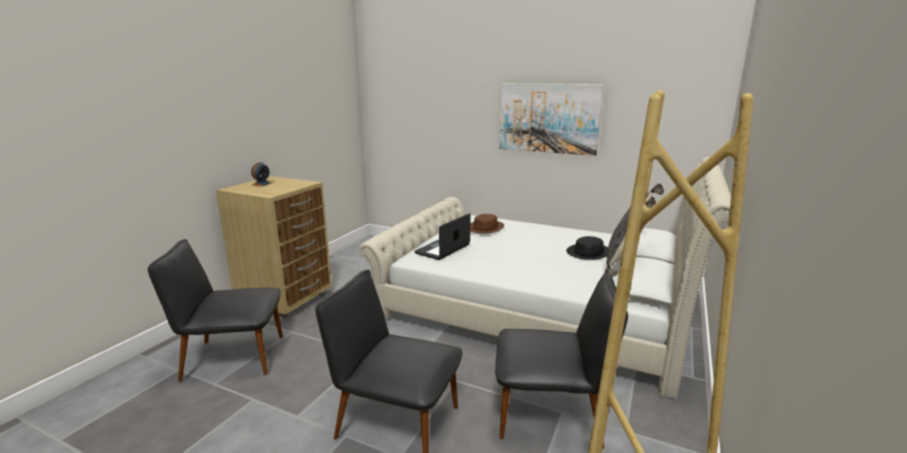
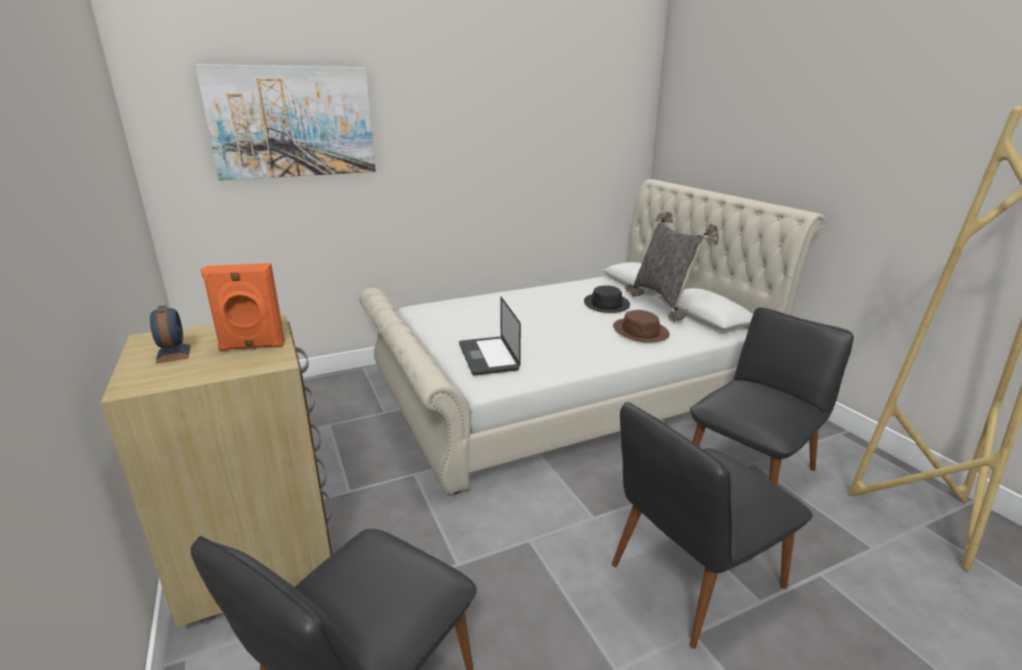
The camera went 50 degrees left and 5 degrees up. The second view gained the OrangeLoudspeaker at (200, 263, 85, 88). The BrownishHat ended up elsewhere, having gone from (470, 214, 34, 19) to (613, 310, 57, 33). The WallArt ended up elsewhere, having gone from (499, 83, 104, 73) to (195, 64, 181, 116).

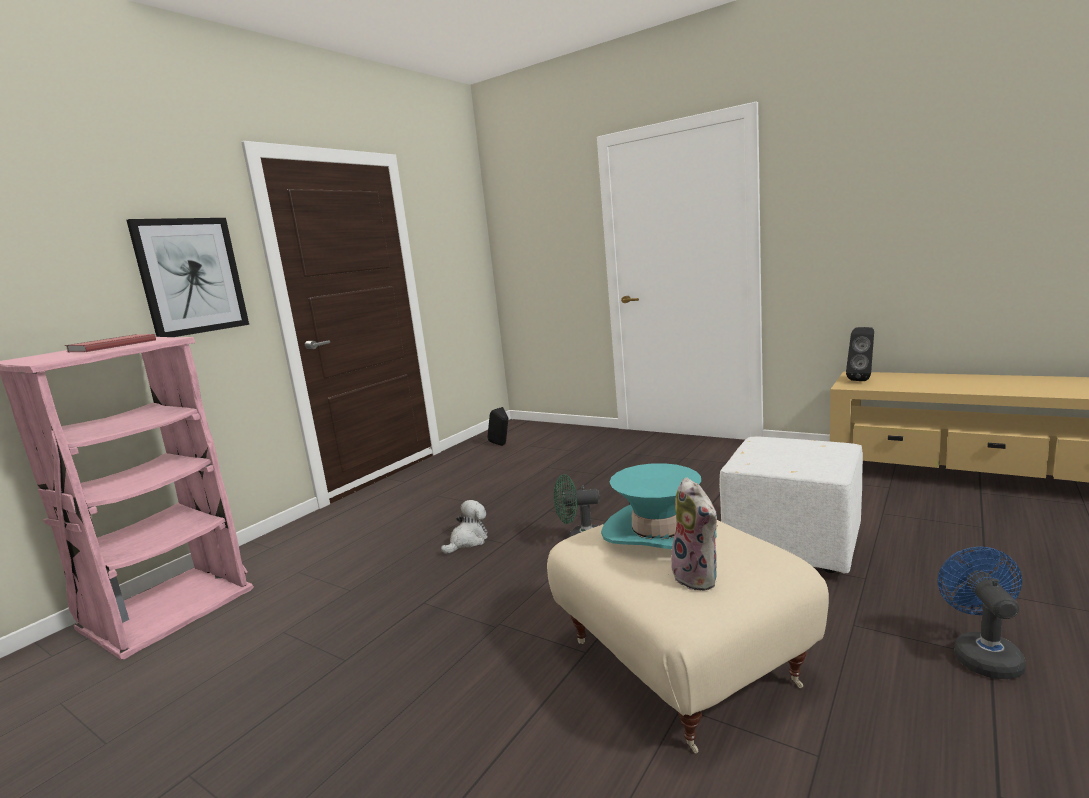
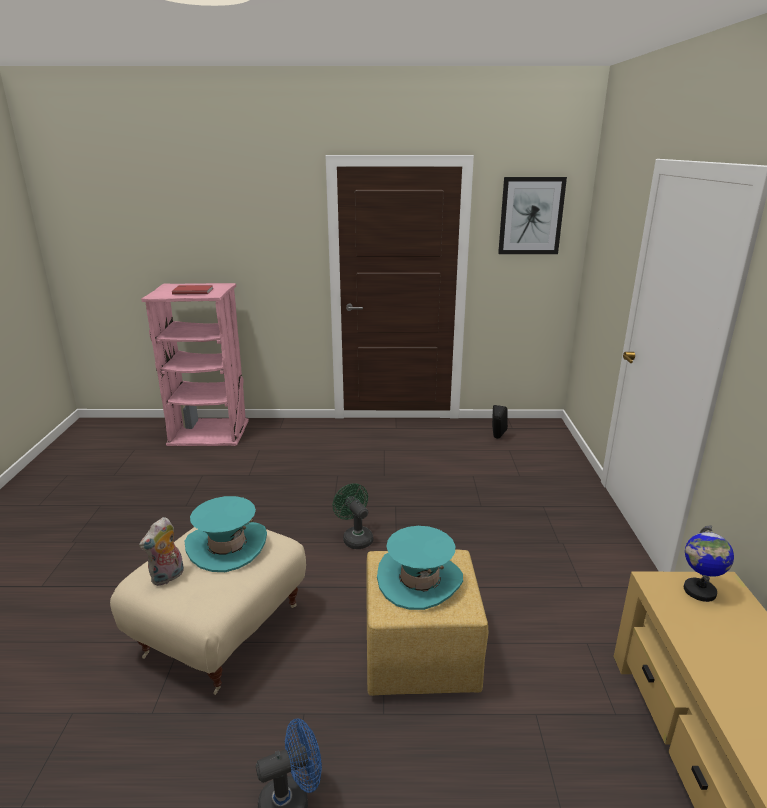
The camera went 55 degrees right and 10 degrees up. The second view lost the SoftToy at (441, 500, 47, 54). The second view gained the TurquoiseColouredHat at (377, 526, 86, 84). The WallArt ended up elsewhere, having gone from (126, 218, 123, 119) to (498, 177, 69, 77). Where the BlackLoudspeaker stood at (846, 327, 28, 54), the Globe came to stand at (684, 525, 50, 77). What was the WhiteColouredFootrest at (719, 437, 144, 136) turned into the YellowFootrest at (366, 549, 122, 147).

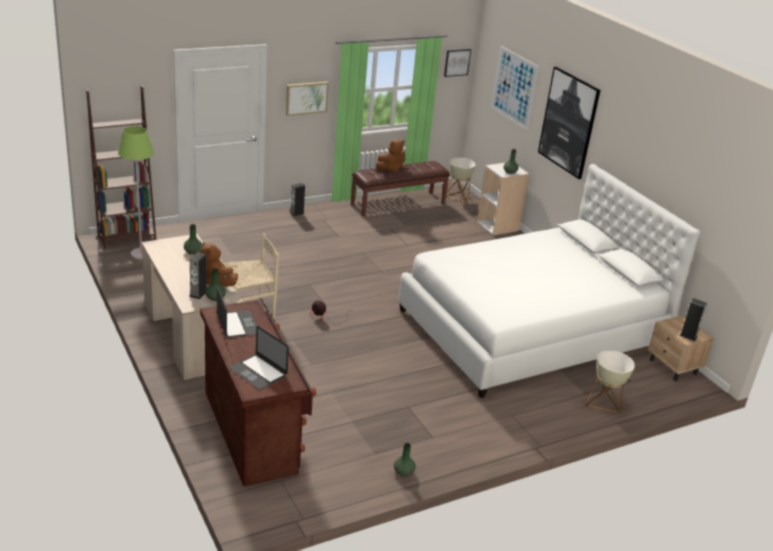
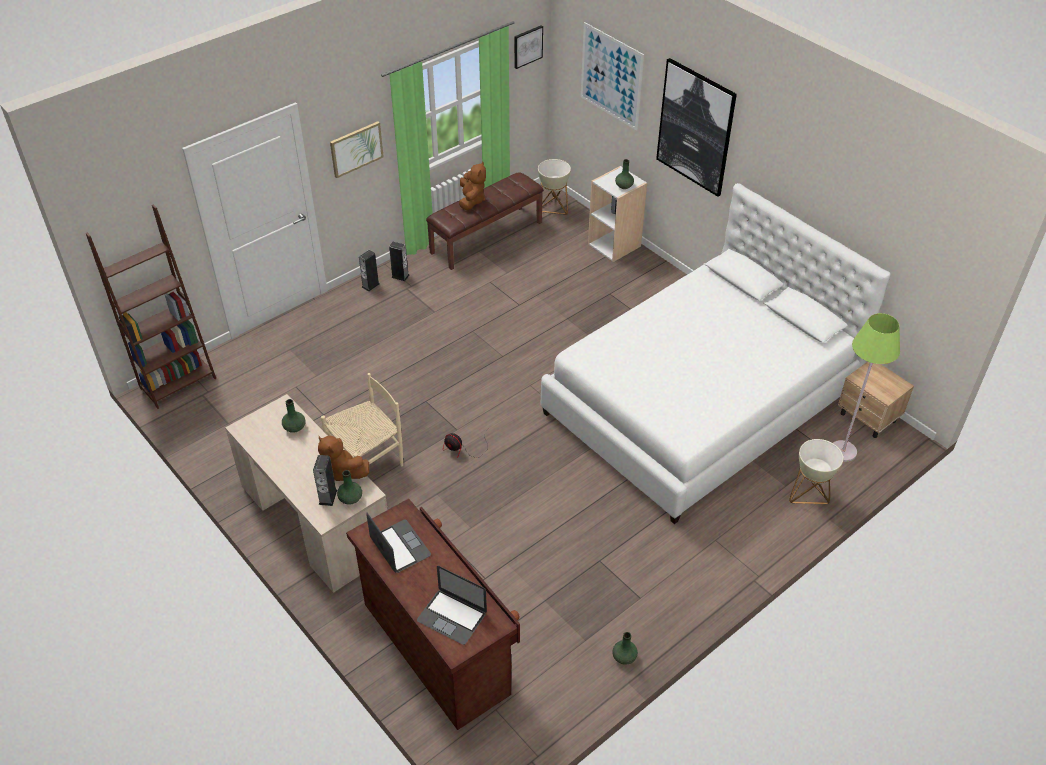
The camera went 10 degrees left and 15 degrees up. The GreenishStandardLamp ended up elsewhere, having gone from (118, 126, 36, 133) to (833, 313, 67, 149). The Loudspeaker ended up elsewhere, having gone from (680, 298, 27, 43) to (389, 242, 20, 39). The BrownishSoftToy at (376, 140, 29, 33) ended up facing another way, 45 degrees counterclockwise from before.

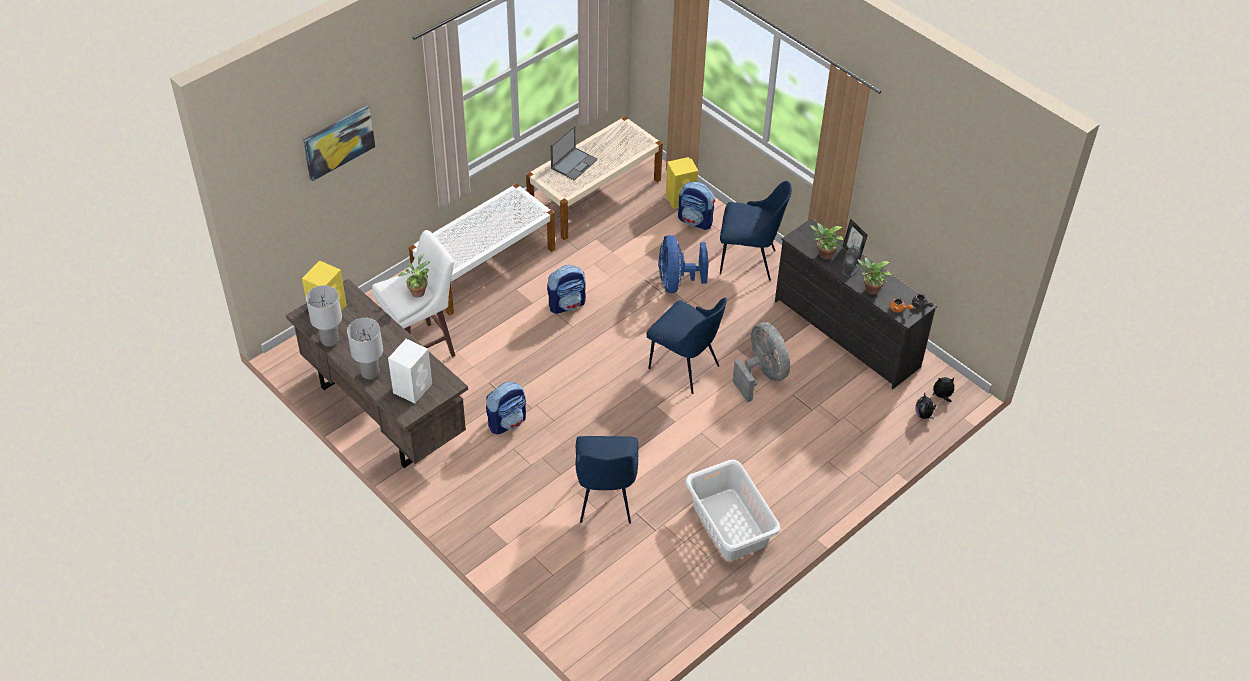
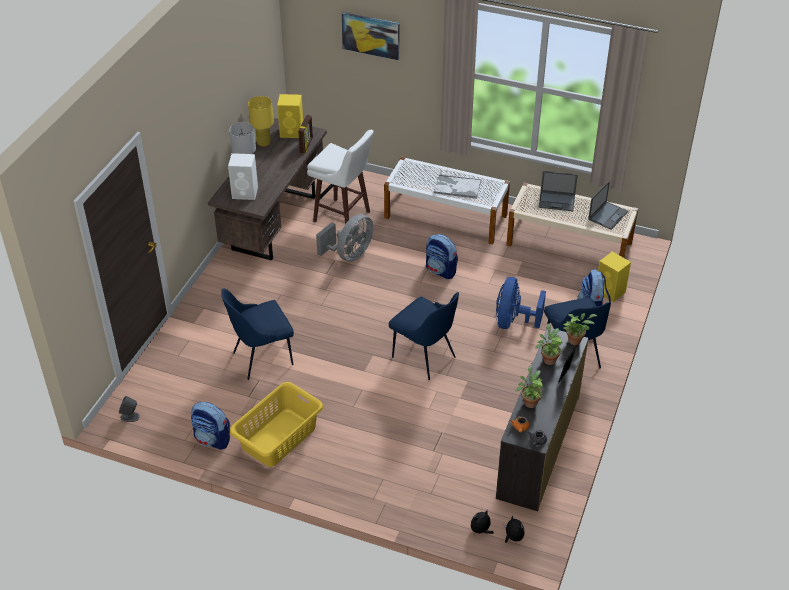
The camera went 65 degrees right and 5 degrees down. The second view gained the StandingFrame at (298, 115, 15, 39). The second view gained the Tray at (433, 175, 48, 24). The second view gained the PortableComputer at (588, 181, 40, 48). The PlantInAPot ended up elsewhere, having gone from (398, 254, 32, 43) to (563, 313, 34, 32). The Rucksack ended up elsewhere, having gone from (486, 382, 40, 52) to (191, 402, 39, 48). The GrayFan ended up elsewhere, having gone from (732, 322, 58, 80) to (316, 214, 58, 48). The GrayLoudspeaker ended up elsewhere, having gone from (842, 246, 19, 31) to (119, 396, 20, 26). What was the GrayTableLamp at (306, 285, 36, 62) turned into the YellowTableLamp at (248, 96, 26, 51). What was the WhiteColouredWashingBasket at (685, 460, 96, 100) turned into the YellowWashingBasket at (230, 382, 93, 85). The BlueChair at (647, 298, 80, 96) ended up facing another way, 60 degrees counterclockwise from before. The BlueFan at (658, 235, 51, 58) ended up facing another way, 45 degrees counterclockwise from before.

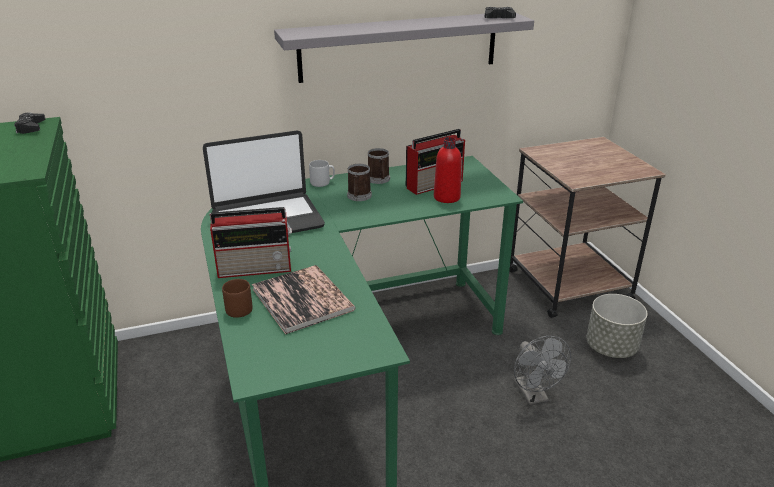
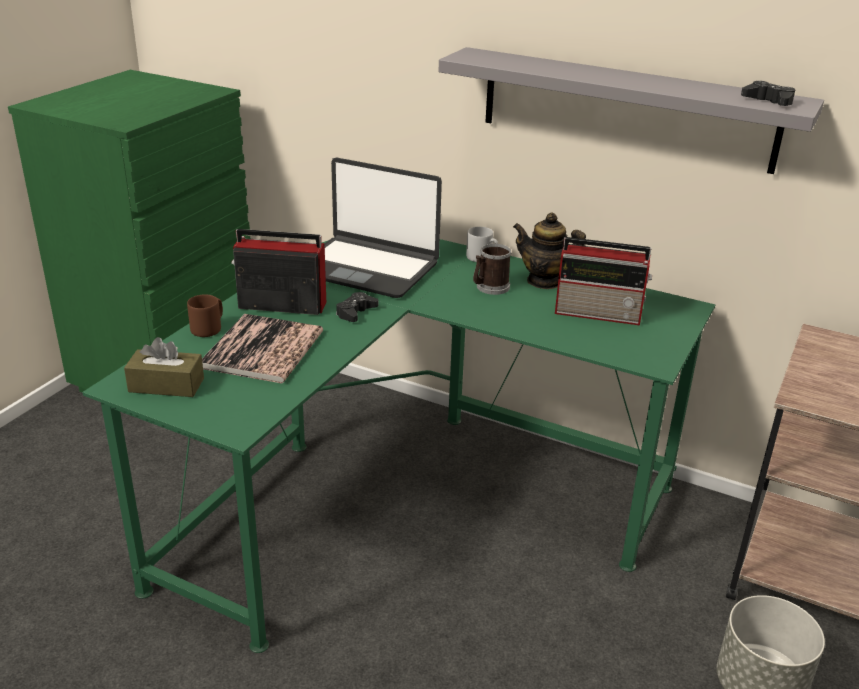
The camera went 45 degrees right and 0 degrees up. The second view lost the ReddishDrinkBottle at (434, 137, 27, 66). The second view lost the GrayFan at (514, 336, 57, 69). The second view gained the BrownishTissueHolder at (124, 337, 80, 60). The BlackJoypad ended up elsewhere, having gone from (14, 112, 32, 22) to (336, 292, 43, 30). Where the TeaMug stood at (368, 148, 22, 36), the PotForTea came to stand at (513, 213, 73, 76). The RadioSet at (210, 207, 82, 71) ended up facing another way, 150 degrees clockwise from before.

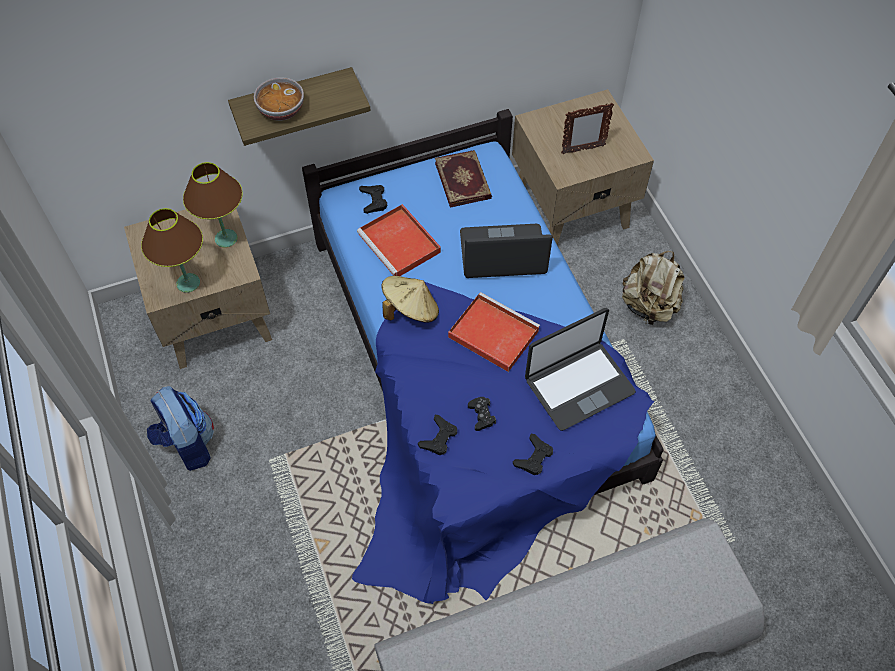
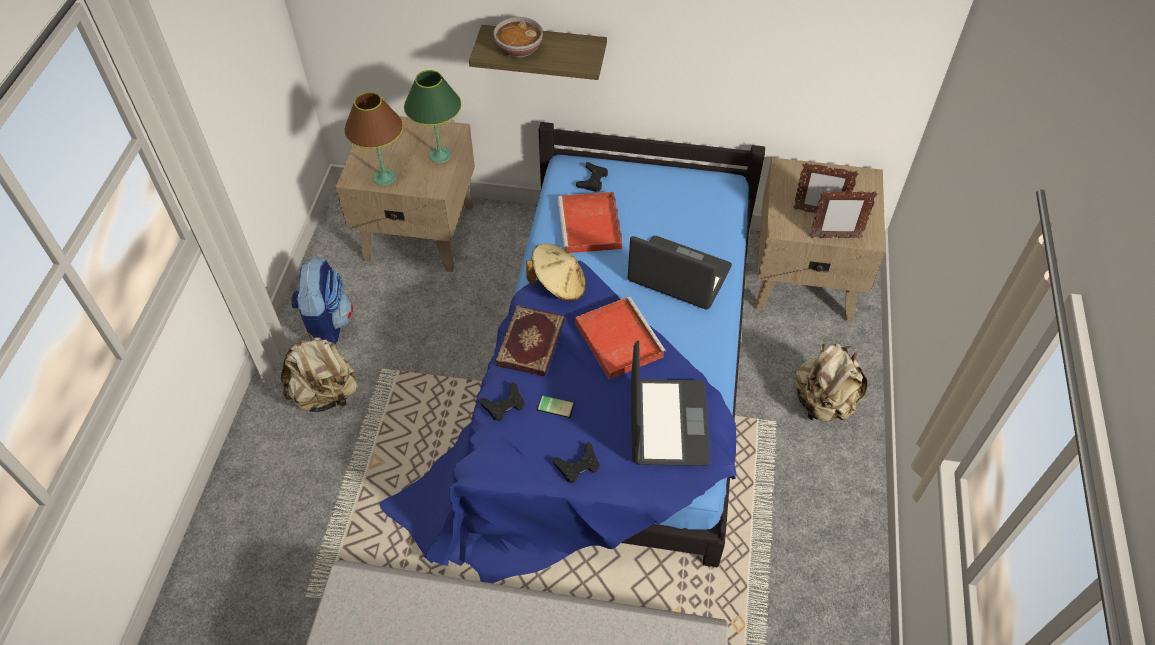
The camera went 30 degrees right and 5 degrees down. The second view gained the BeigeRucksack at (281, 331, 76, 81). The second view gained the StandingFrame at (810, 190, 68, 49). The Book ended up elsewhere, having gone from (435, 150, 57, 58) to (495, 305, 70, 71). Where the BlackJoypad stood at (468, 397, 28, 34), the Telephone came to stand at (537, 395, 38, 23). What was the BrownishTableLamp at (183, 162, 60, 86) turned into the GreenishTableLamp at (404, 70, 58, 93). The PortableComputer at (525, 308, 111, 123) ended up facing another way, 90 degrees counterclockwise from before.

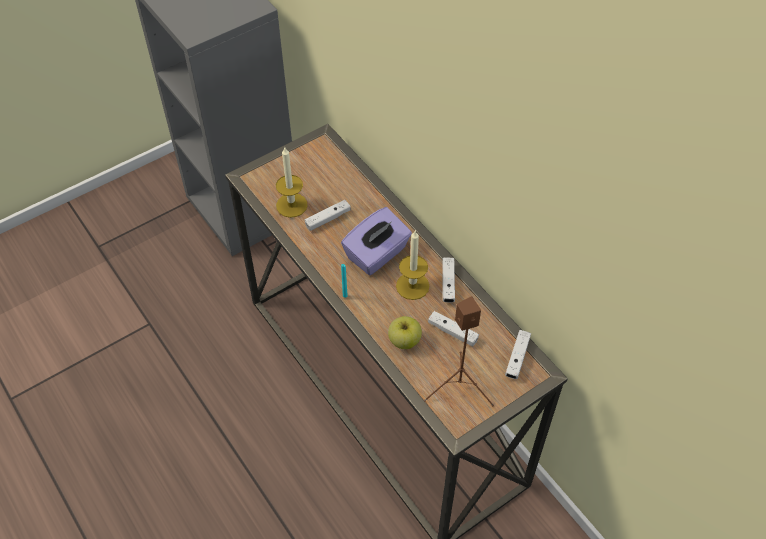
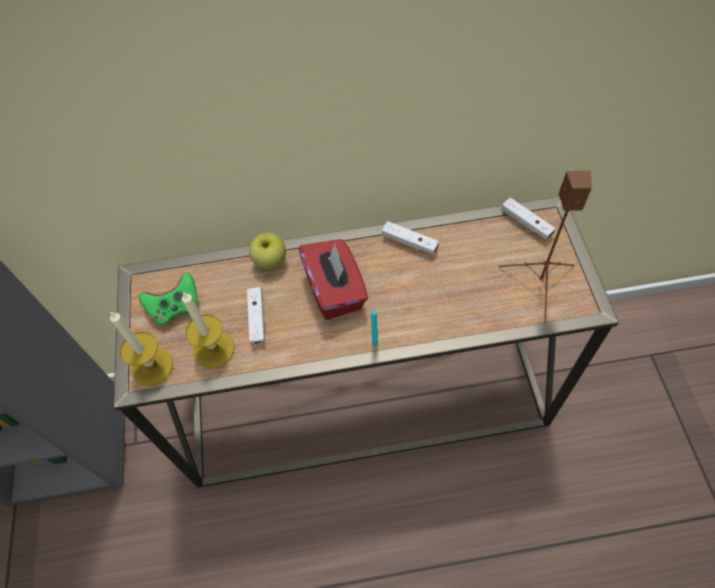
The camera went 60 degrees left and 5 degrees up. The second view lost the WhiteColouredJoypad at (428, 311, 51, 35). The second view gained the GreenishJoypad at (139, 273, 59, 52). The WholeApple ended up elsewhere, having gone from (388, 316, 34, 33) to (249, 233, 37, 36). The WaxLight ended up elsewhere, having gone from (396, 231, 33, 69) to (110, 311, 63, 75). What was the PurpleTissueHolder at (341, 207, 71, 68) turned into the ReddishTissueHolder at (299, 239, 69, 81).

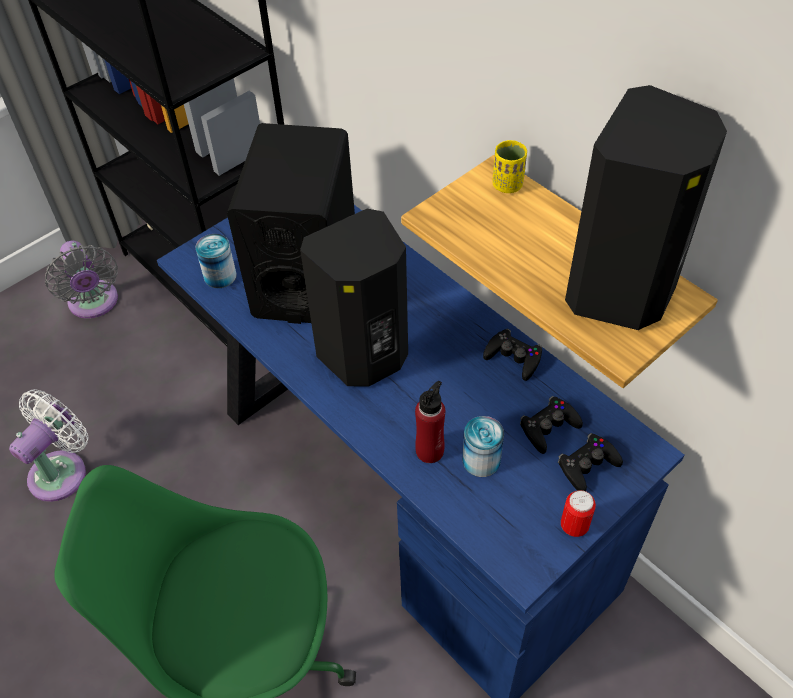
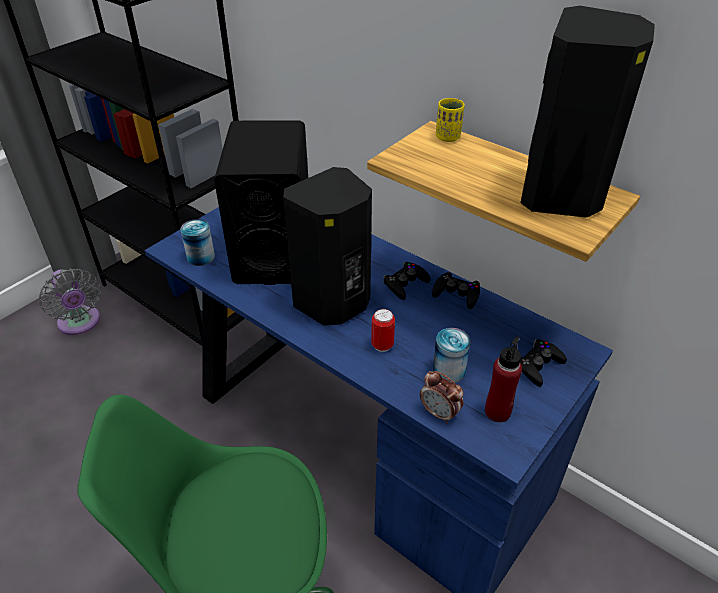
The camera went 10 degrees left and 10 degrees down. The second view lost the WhiteColouredFan at (9, 389, 80, 113). The second view gained the BedsideClock at (420, 371, 44, 53). The ReddishDrinkBottle ended up elsewhere, having gone from (415, 381, 30, 82) to (485, 337, 37, 85). The BlackJoypad ended up elsewhere, having gone from (520, 396, 63, 58) to (383, 262, 48, 38). The SealedCan ended up elsewhere, having gone from (561, 490, 35, 47) to (371, 309, 24, 43).

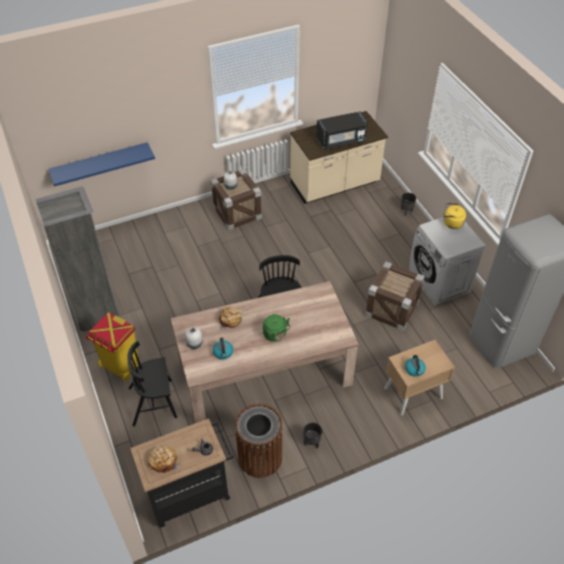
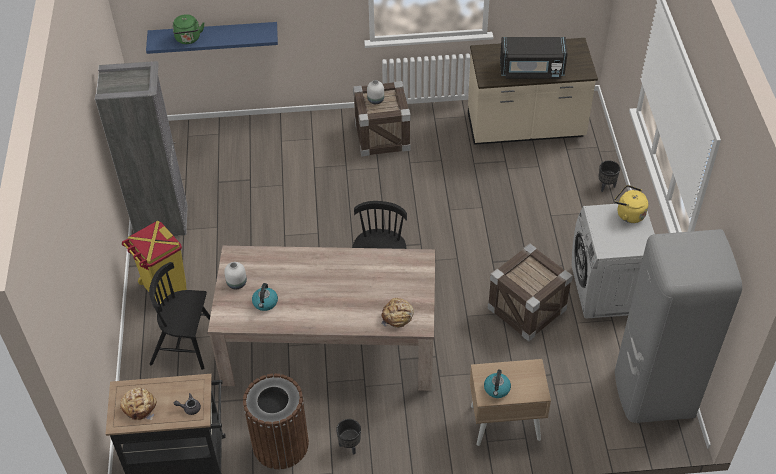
The camera went 20 degrees right and 0 degrees up. The BakeryBread ended up elsewhere, having gone from (219, 306, 24, 23) to (380, 298, 34, 30). The GreenishTeaKettle ended up elsewhere, having gone from (263, 314, 27, 27) to (173, 14, 31, 30).

